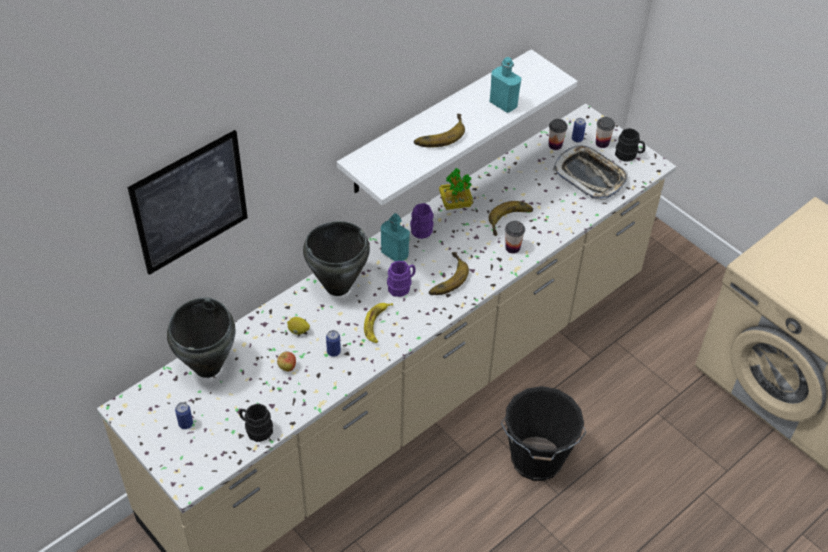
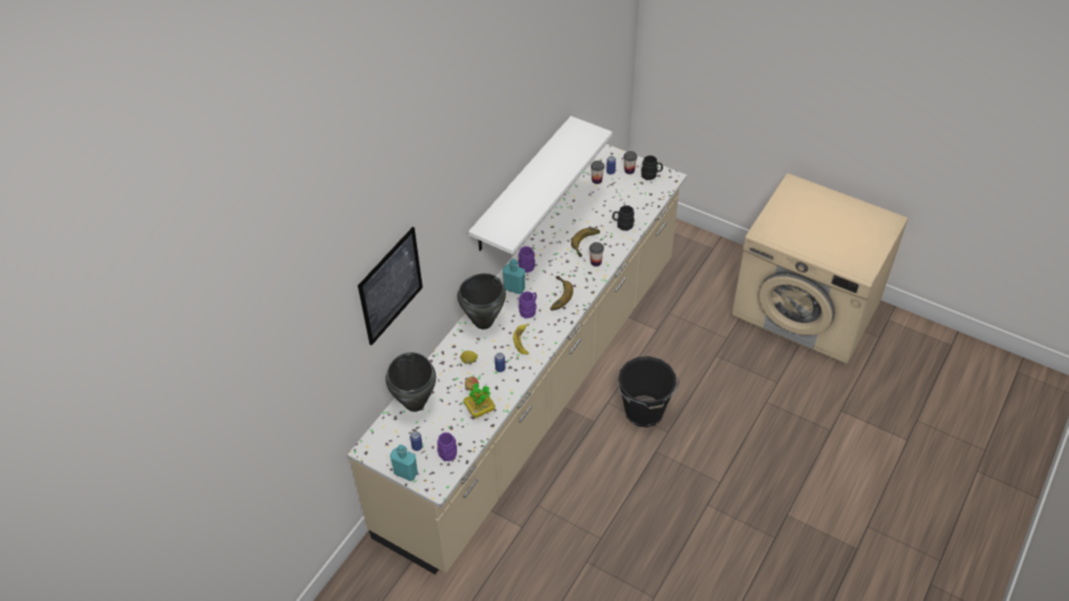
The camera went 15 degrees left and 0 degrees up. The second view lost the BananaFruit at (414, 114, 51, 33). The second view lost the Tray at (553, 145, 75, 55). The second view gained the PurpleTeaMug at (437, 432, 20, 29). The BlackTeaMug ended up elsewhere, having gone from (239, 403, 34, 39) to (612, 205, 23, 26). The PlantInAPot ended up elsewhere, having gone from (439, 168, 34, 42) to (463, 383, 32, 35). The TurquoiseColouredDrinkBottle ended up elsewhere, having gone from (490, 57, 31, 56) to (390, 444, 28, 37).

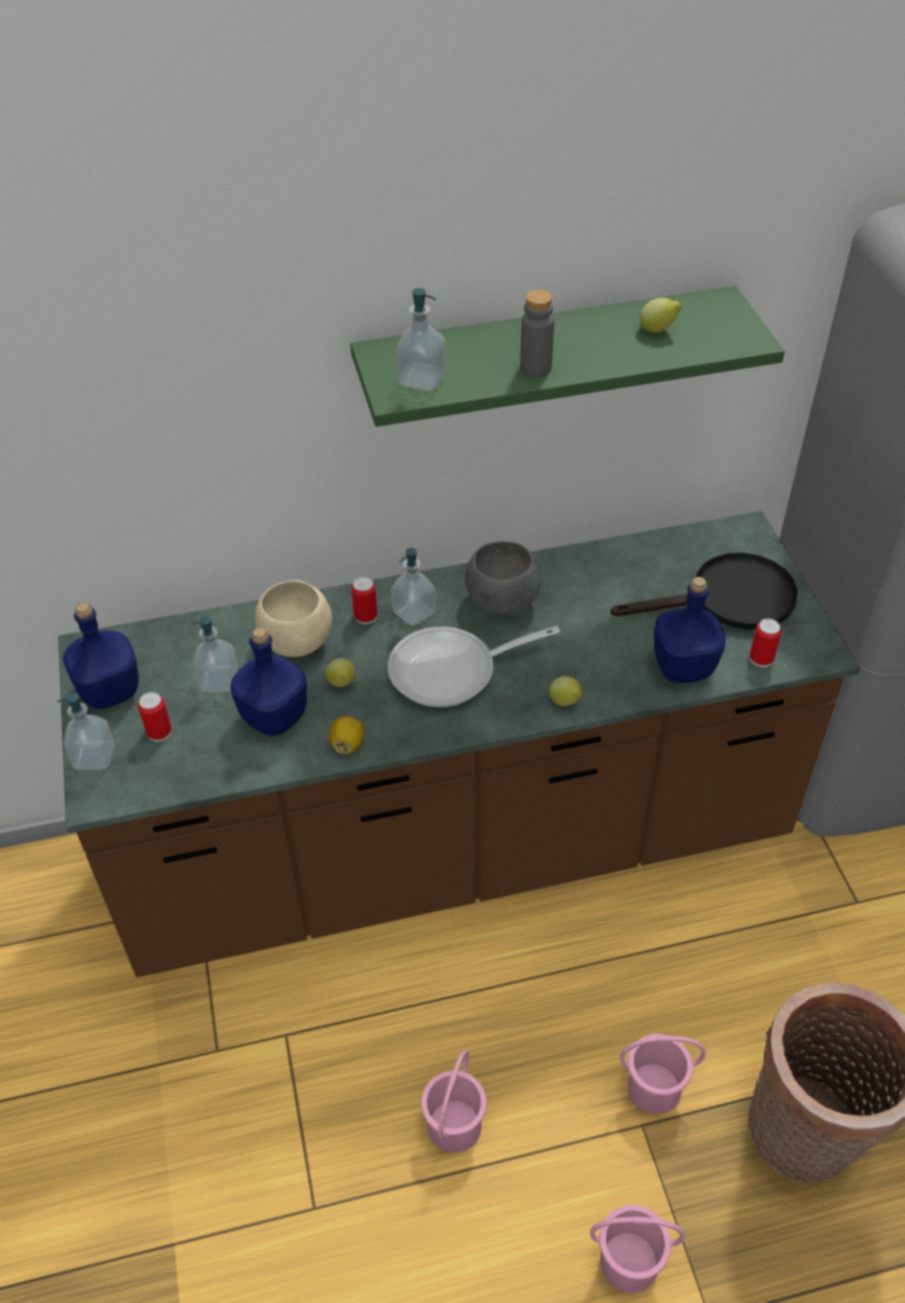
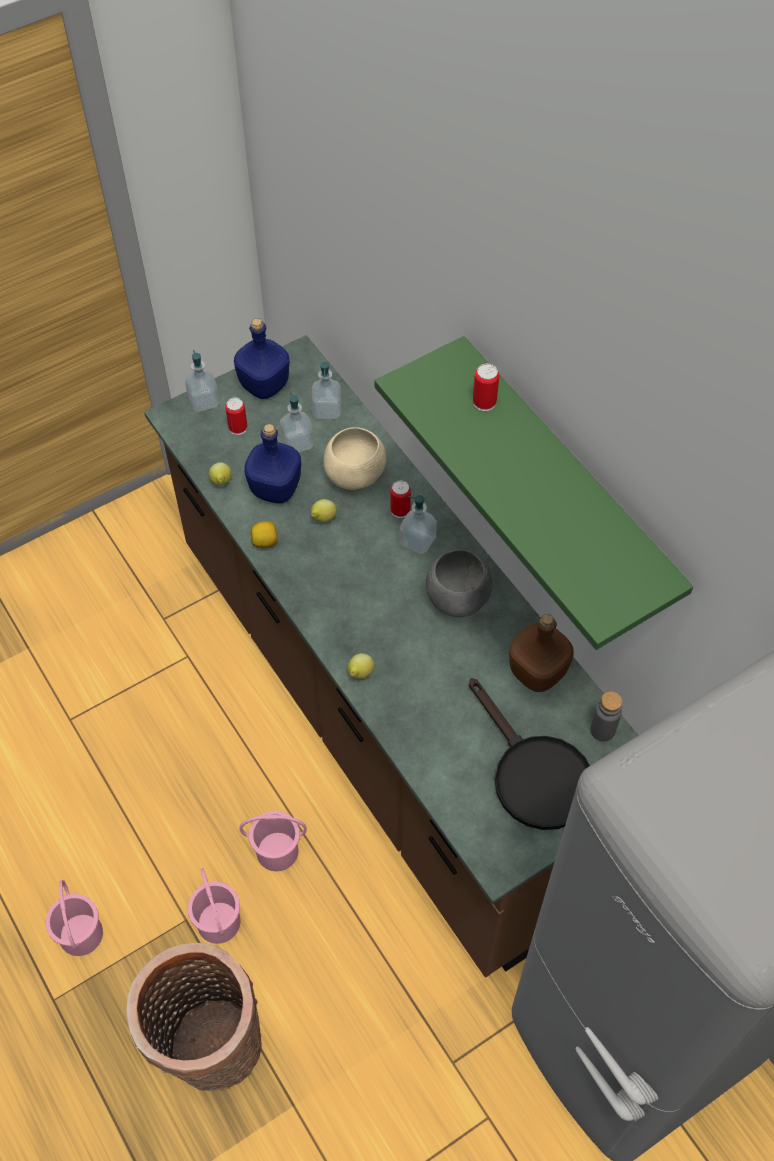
The camera went 70 degrees right and 10 degrees up. The second view lost the Pan at (388, 626, 172, 81). The second view lost the BlueDrinkBottle at (654, 577, 72, 106). The second view gained the BrownishDrinkBottle at (509, 614, 65, 78). The SoapBottle ended up elsewhere, having gone from (396, 288, 50, 103) to (312, 362, 29, 57). The PinkColouredBucket ended up elsewhere, having gone from (421, 1051, 65, 102) to (240, 811, 67, 60). The GrayDrinkBottle ended up elsewhere, having gone from (520, 289, 34, 88) to (590, 691, 32, 51). The WholeLemon ended up elsewhere, having gone from (640, 297, 42, 36) to (209, 462, 23, 24). The SealedCan ended up elsewhere, having gone from (750, 619, 32, 48) to (473, 363, 26, 48).

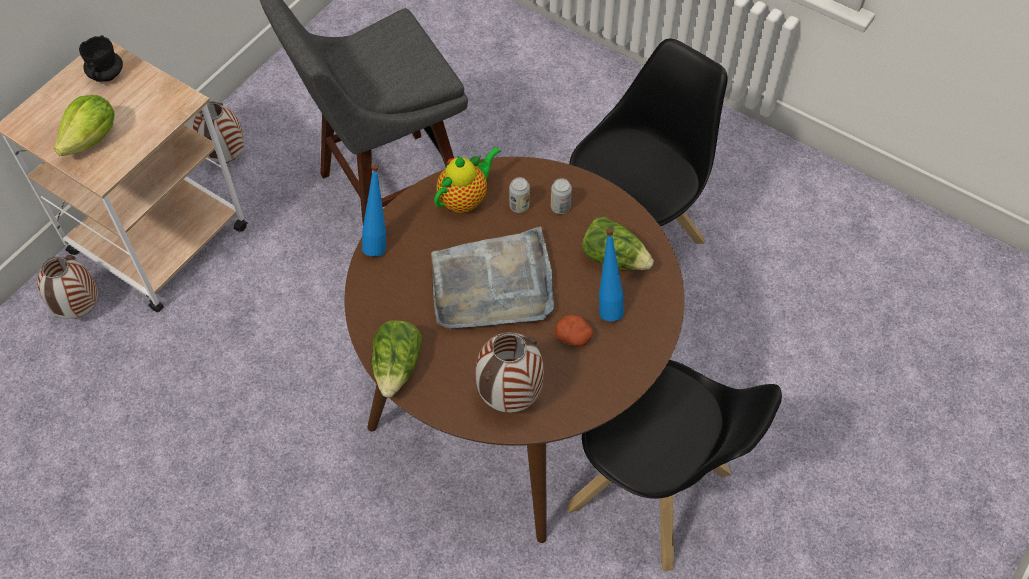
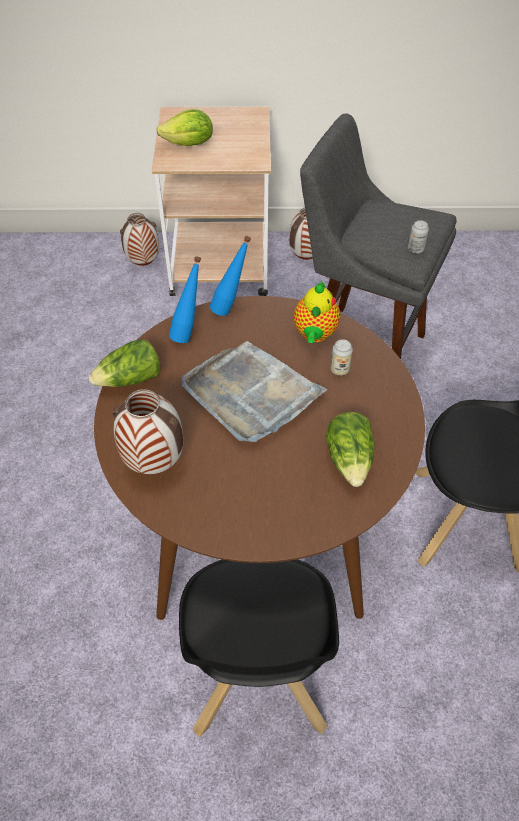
The camera went 55 degrees right and 5 degrees down. The second view lost the BlackTeaMug at (79, 35, 44, 47). The second view lost the Potato at (555, 315, 38, 31). The SealedCan ended up elsewhere, having gone from (551, 178, 21, 36) to (408, 220, 21, 34). The BlueDrinkBottle ended up elsewhere, having gone from (599, 229, 25, 92) to (169, 256, 32, 87). The PotForTea at (434, 146, 67, 67) ended up facing another way, 90 degrees clockwise from before.

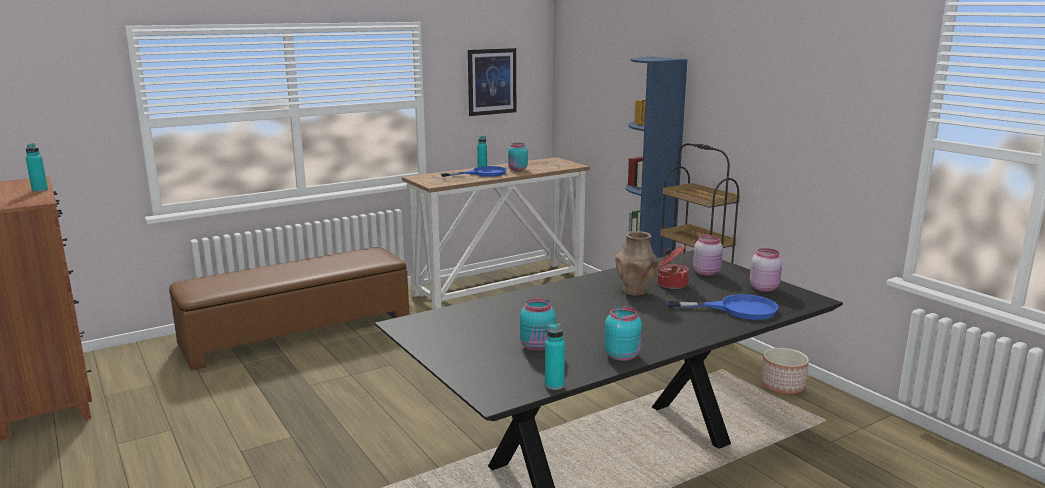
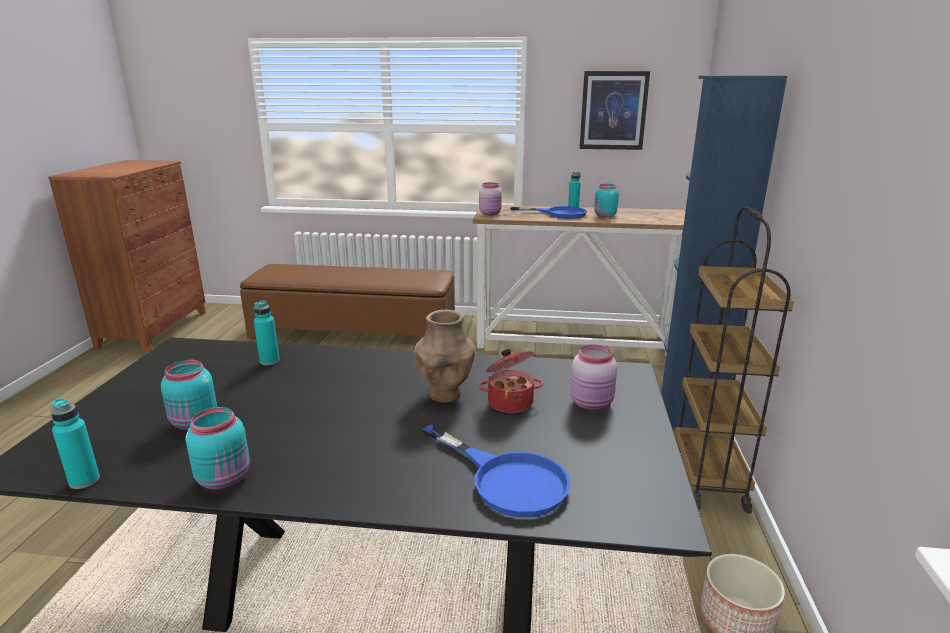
The camera went 40 degrees right and 5 degrees up. The TurquoiseColouredDrinkBottle ended up elsewhere, having gone from (26, 143, 22, 49) to (254, 300, 26, 66). The PinkColouredPreserveJar ended up elsewhere, having gone from (750, 248, 32, 44) to (479, 182, 23, 34).

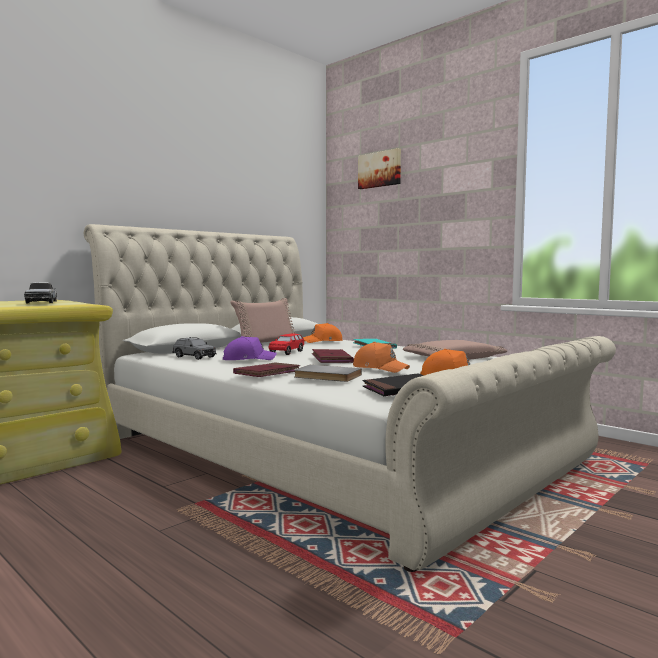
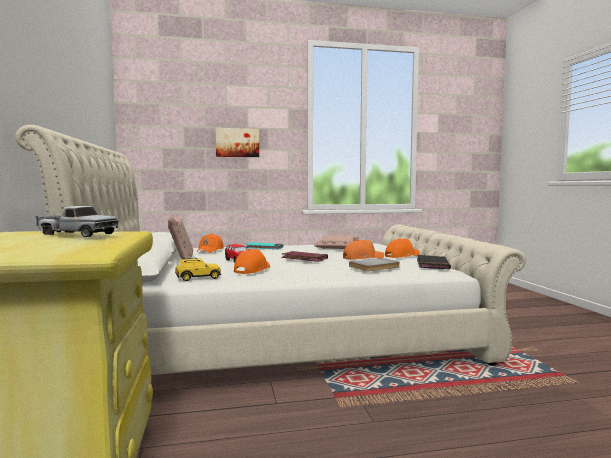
The camera went 55 degrees left and 0 degrees up. The second view lost the ReddishBook at (233, 362, 67, 15). The WallArt ended up elsewhere, having gone from (358, 148, 43, 41) to (216, 128, 43, 29). What was the GrayModelCar at (172, 337, 45, 23) turned into the YellowModelCar at (175, 258, 46, 23). What was the PurpleBaseballCap at (223, 336, 54, 24) turned into the OrangeBaseballCap at (234, 249, 36, 25).

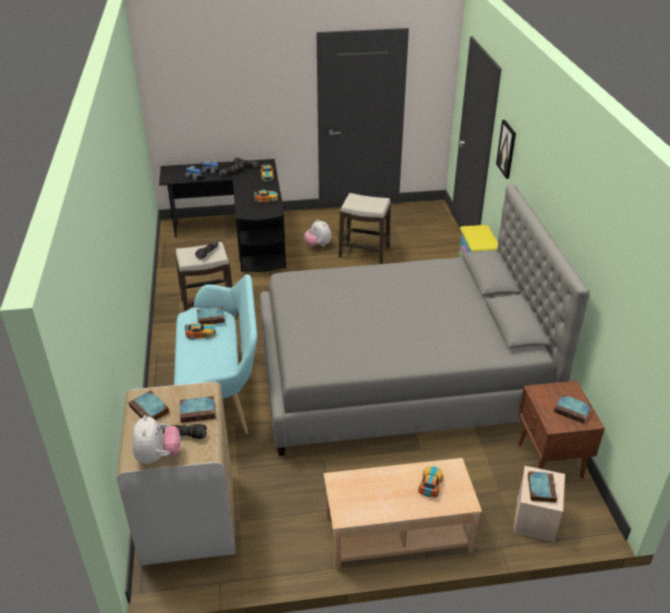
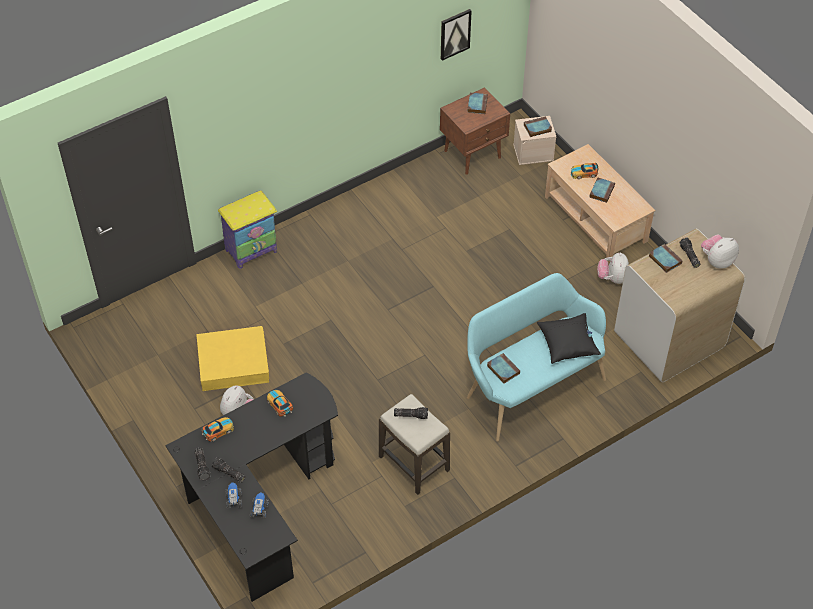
The camera went 115 degrees left and 15 degrees up. The second view lost the ModelCar at (185, 323, 31, 17). The second view lost the GraySleepingBed at (260, 184, 330, 272). The second view gained the BlackThrowPillow at (537, 313, 64, 51). The second view gained the SoftToy at (597, 252, 32, 32). The Book ended up elsewhere, having gone from (128, 390, 41, 30) to (589, 178, 26, 25). The WallArt ended up elsewhere, having gone from (496, 120, 20, 59) to (441, 9, 31, 52). Where the StoolSeat stood at (339, 193, 52, 71), the YellowStorageBin came to stand at (196, 326, 73, 65).

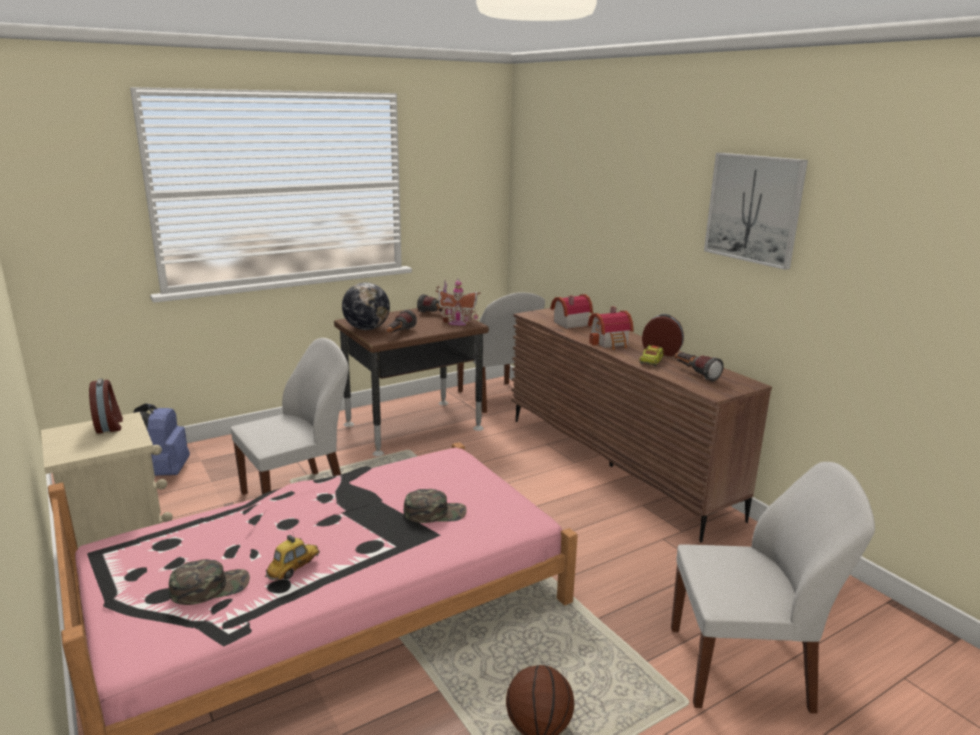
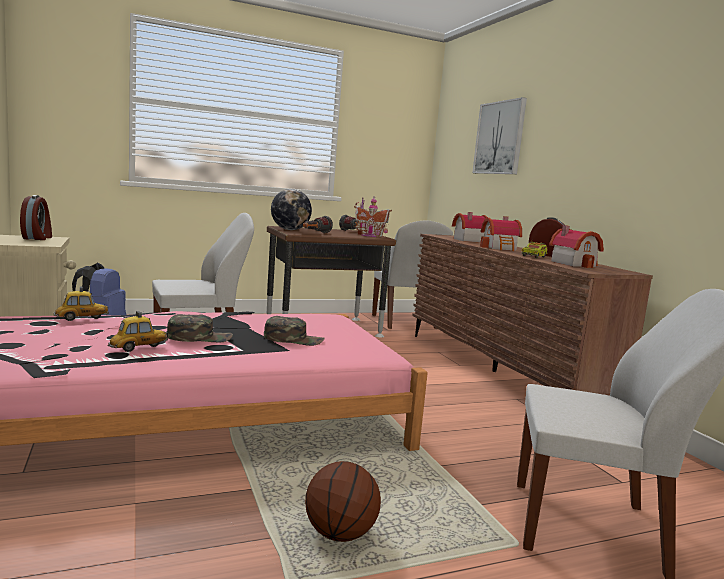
The camera went 10 degrees right and 10 degrees down. The second view gained the ModelCar at (54, 287, 55, 34). The GreenishBaseballCap ended up elsewhere, having gone from (169, 559, 81, 46) to (167, 314, 66, 28). The WallArt ended up elsewhere, having gone from (704, 153, 104, 117) to (472, 97, 55, 77). Where the Torch stood at (675, 352, 49, 30), the ModelHouse came to stand at (549, 225, 55, 43).

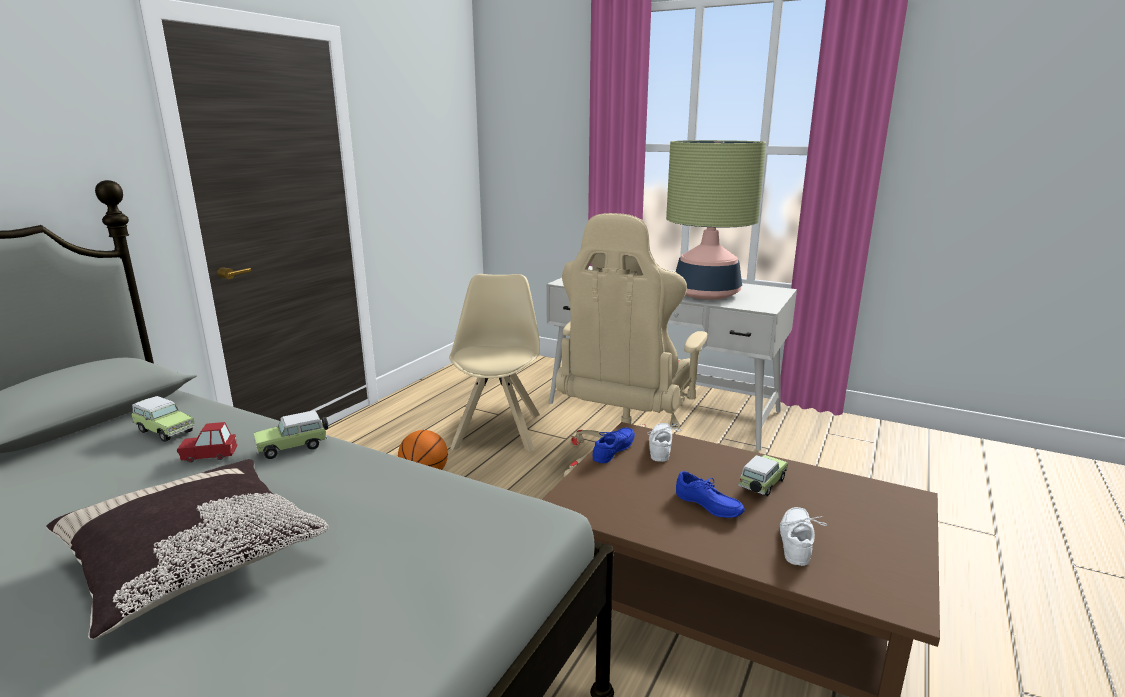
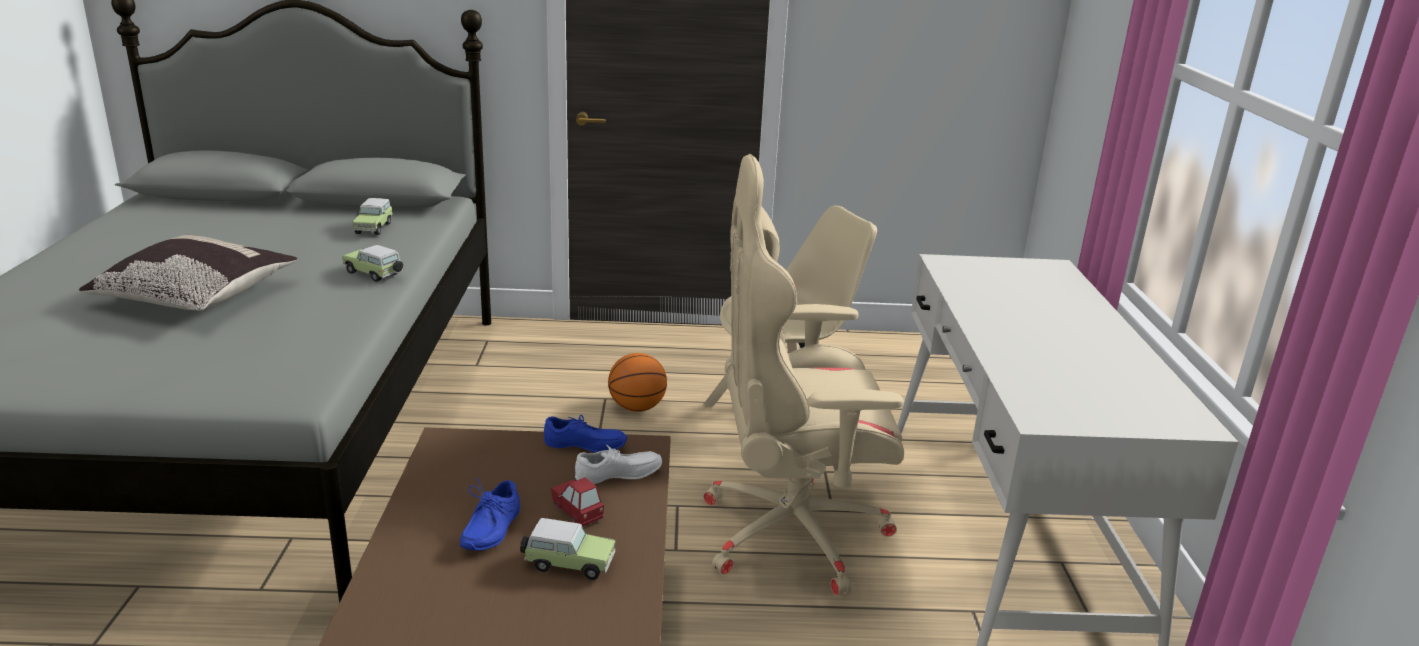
The camera went 60 degrees right and 5 degrees up. The second view lost the TableLamp at (666, 140, 100, 160). The second view lost the WhiteColouredShoe at (780, 507, 47, 59). The ReddishModelCar ended up elsewhere, having gone from (177, 422, 60, 41) to (551, 477, 53, 49).

